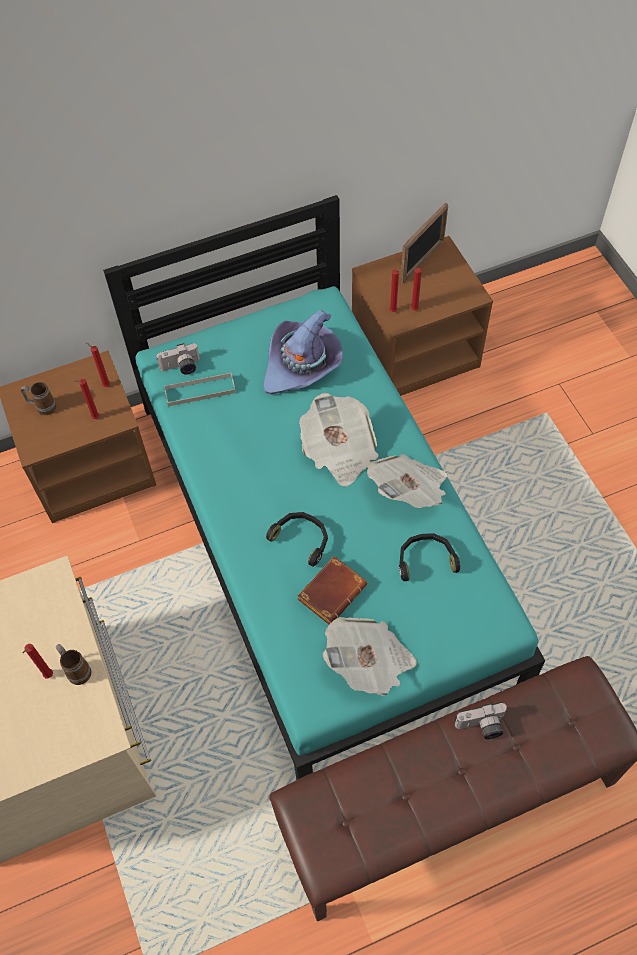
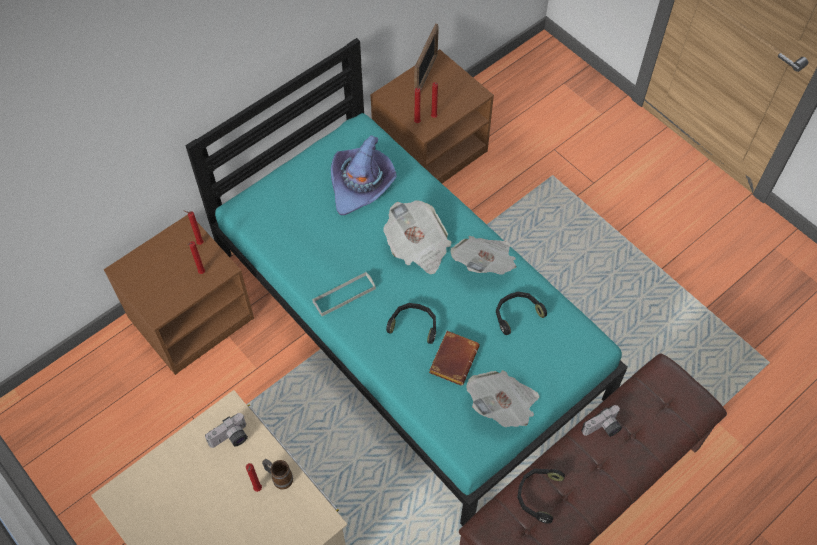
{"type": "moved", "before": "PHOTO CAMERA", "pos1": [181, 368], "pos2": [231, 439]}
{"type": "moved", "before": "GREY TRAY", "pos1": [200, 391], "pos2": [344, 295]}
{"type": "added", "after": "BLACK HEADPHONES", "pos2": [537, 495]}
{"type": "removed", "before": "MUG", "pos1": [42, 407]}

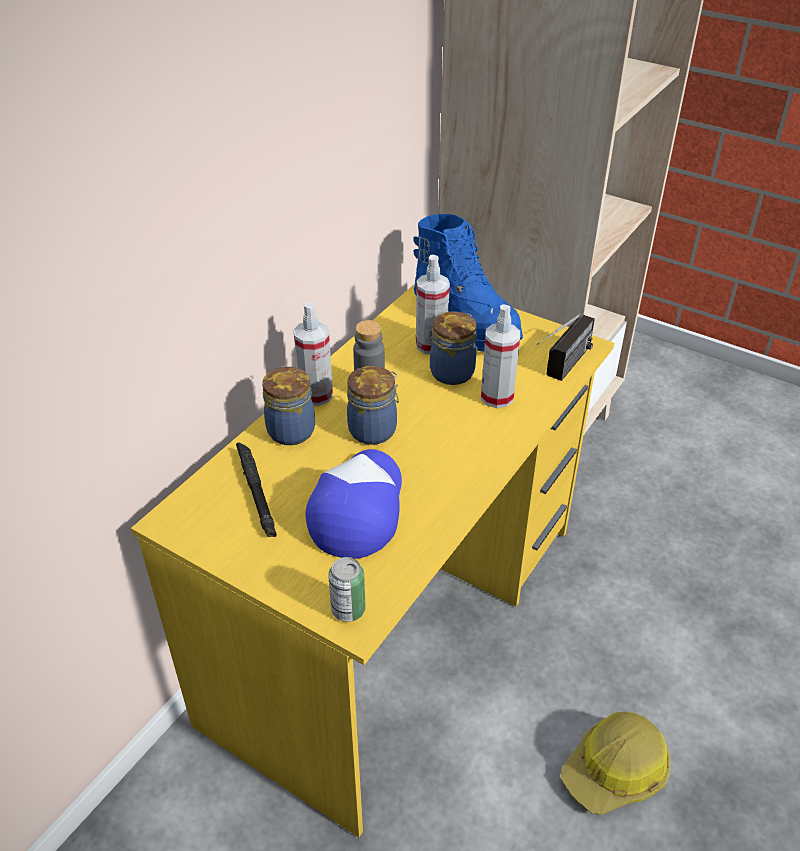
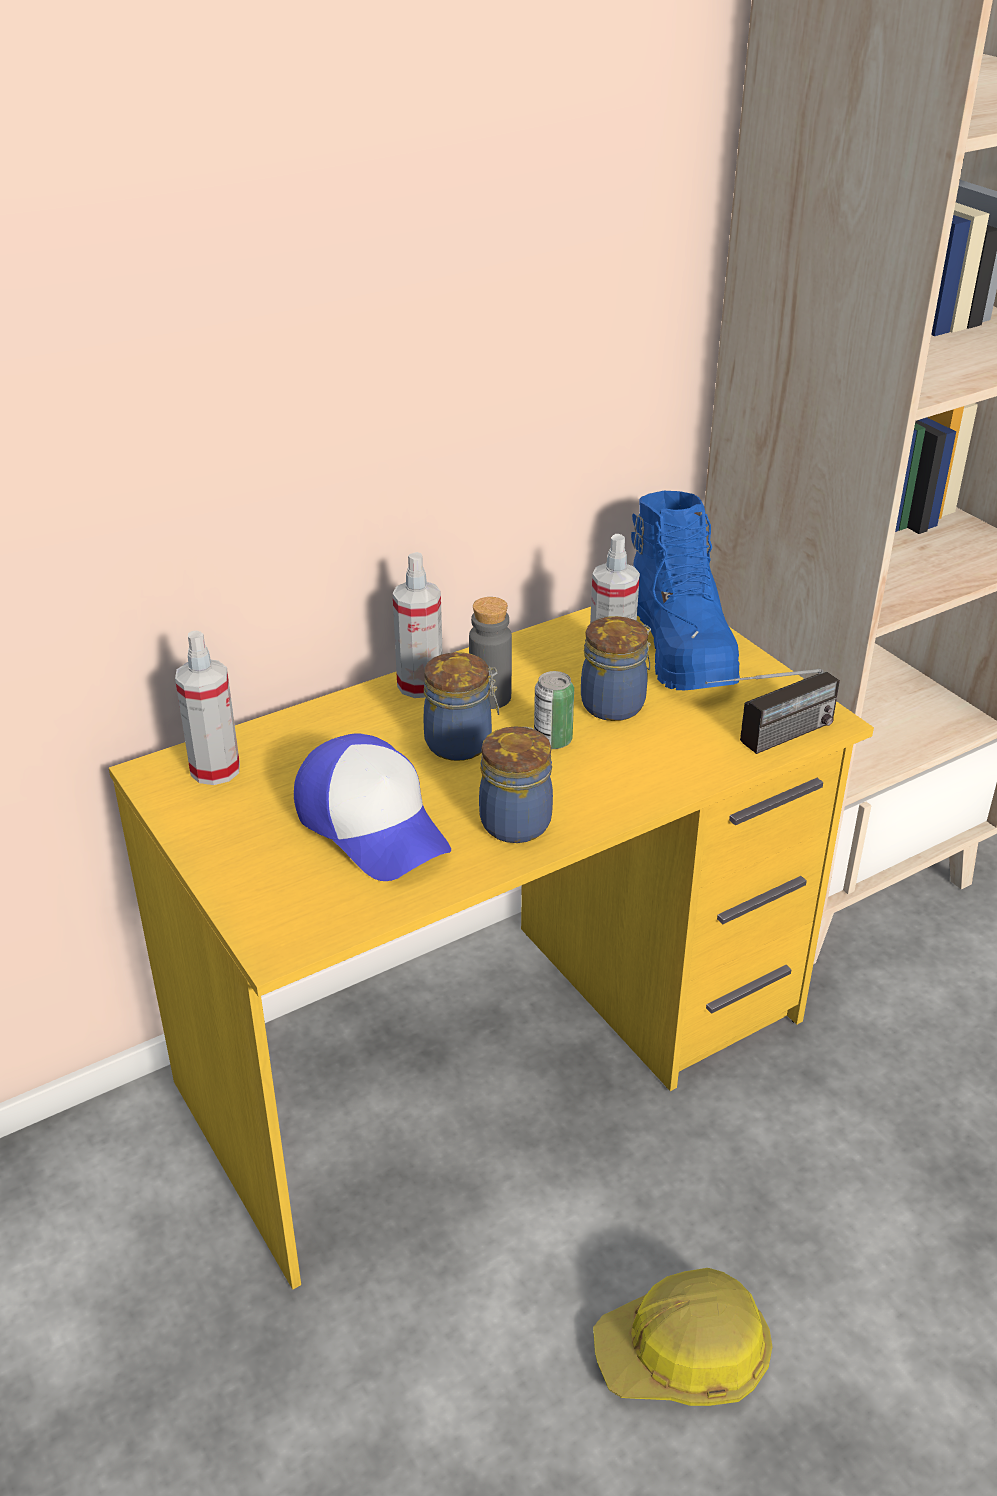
{"type": "moved", "before": "SPRAY BOTTLE", "pos1": [497, 397], "pos2": [215, 769]}
{"type": "turned", "before": "CAP", "pos1": [358, 508], "pos2": [373, 824], "turn": 105}
{"type": "moved", "before": "JAR", "pos1": [291, 429], "pos2": [516, 821]}
{"type": "moved", "before": "CAN", "pos1": [348, 610], "pos2": [553, 740]}
{"type": "removed", "before": "BLACK FLASHLIGHT", "pos1": [256, 492]}

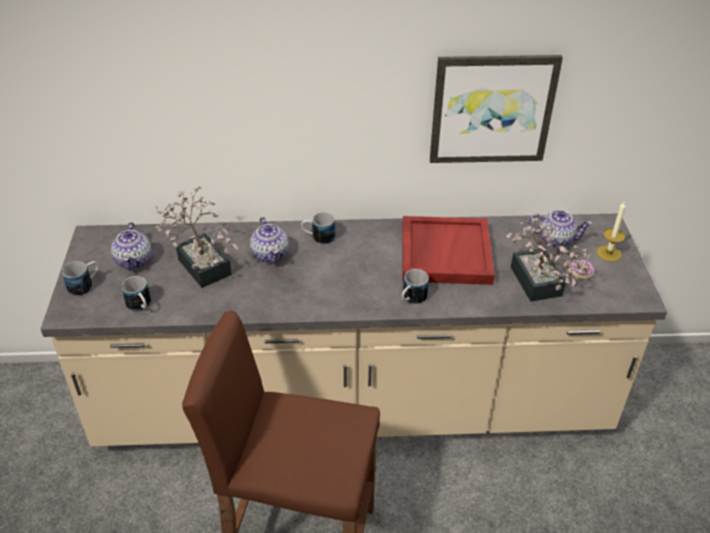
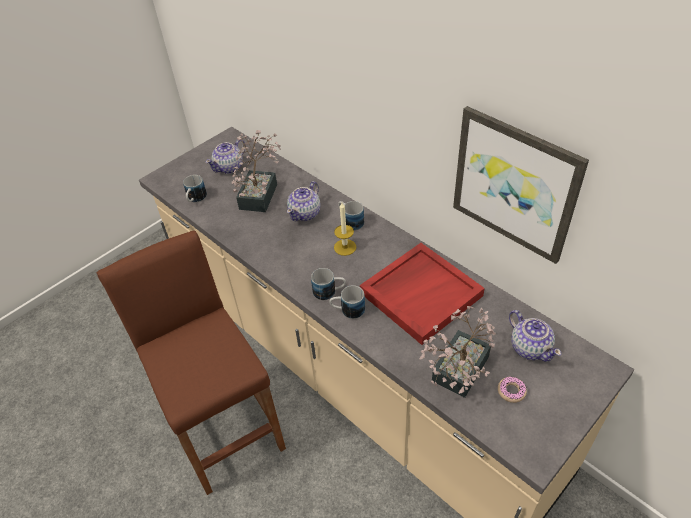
{"type": "moved", "before": "MUG", "pos1": [85, 285], "pos2": [329, 292]}
{"type": "moved", "before": "CANDLE", "pos1": [609, 253], "pos2": [345, 247]}

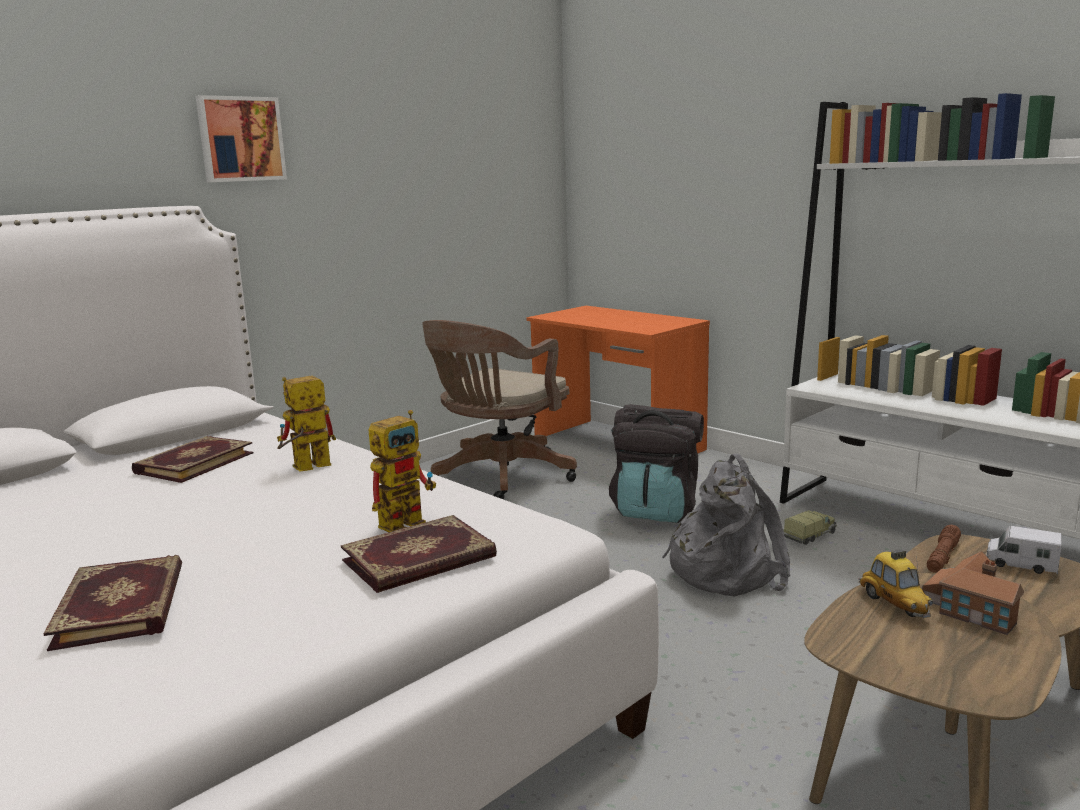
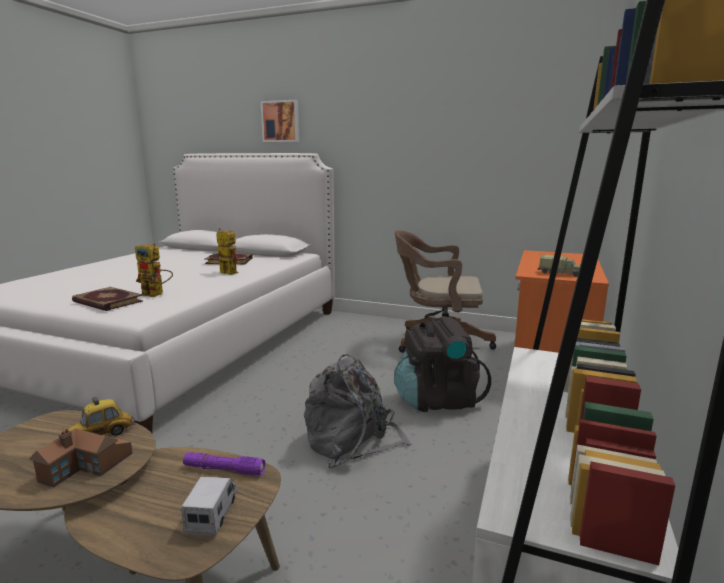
{"type": "recoloured", "before": "BROWN FLASHLIGHT", "after": "PURPLE FLASHLIGHT", "pos1": [942, 557], "pos2": [224, 470]}
{"type": "moved", "before": "PICTURE", "pos1": [240, 139], "pos2": [281, 121]}
{"type": "moved", "before": "TOY TRUCK", "pos1": [810, 536], "pos2": [560, 273]}
{"type": "removed", "before": "BOOK", "pos1": [123, 606]}

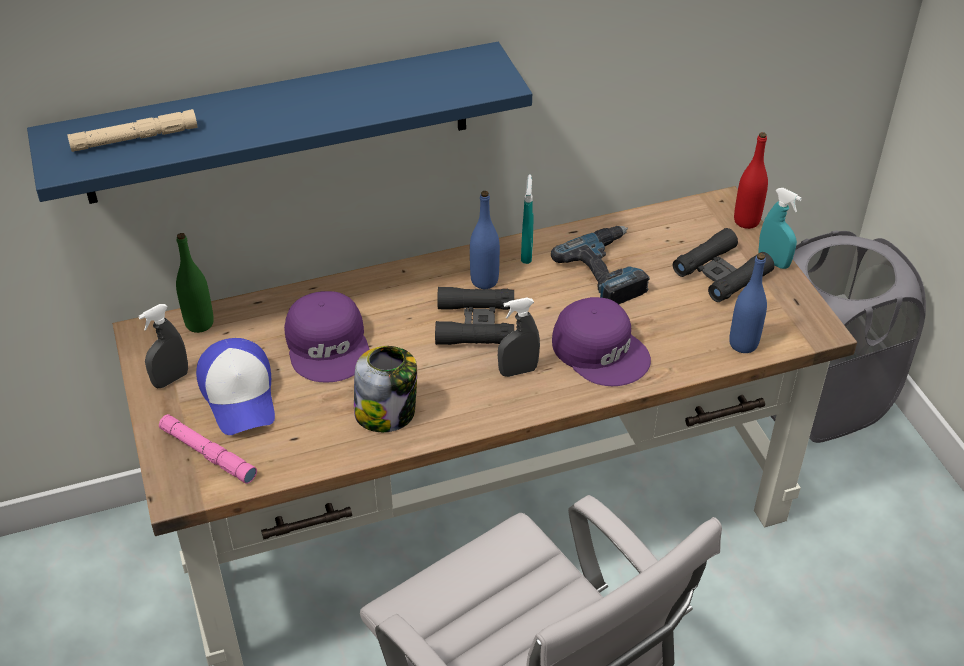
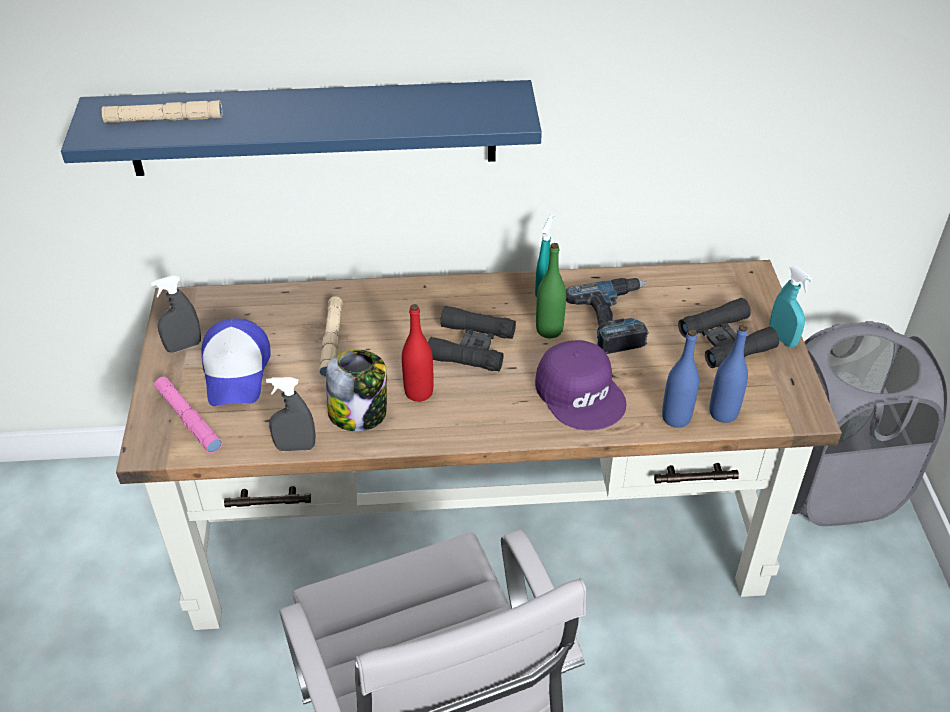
{"type": "moved", "before": "GREY SPRAY BOTTLE", "pos1": [518, 371], "pos2": [295, 447]}
{"type": "replaced", "before": "PURPLE CAP", "after": "BEIGE FLASHLIGHT", "pos1": [329, 345], "pos2": [332, 341]}
{"type": "moved", "before": "RED BOTTLE", "pos1": [746, 221], "pos2": [419, 392]}
{"type": "moved", "before": "GREEN BOTTLE", "pos1": [199, 323], "pos2": [549, 330]}
{"type": "moved", "before": "BLUE BOTTLE", "pos1": [484, 281], "pos2": [676, 418]}

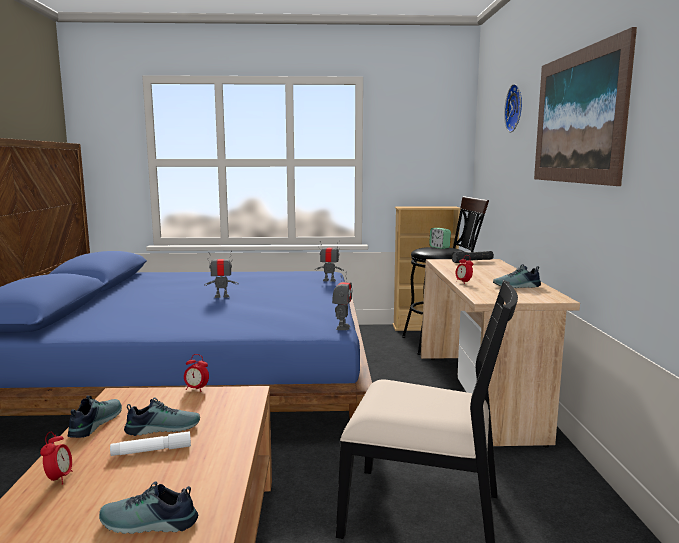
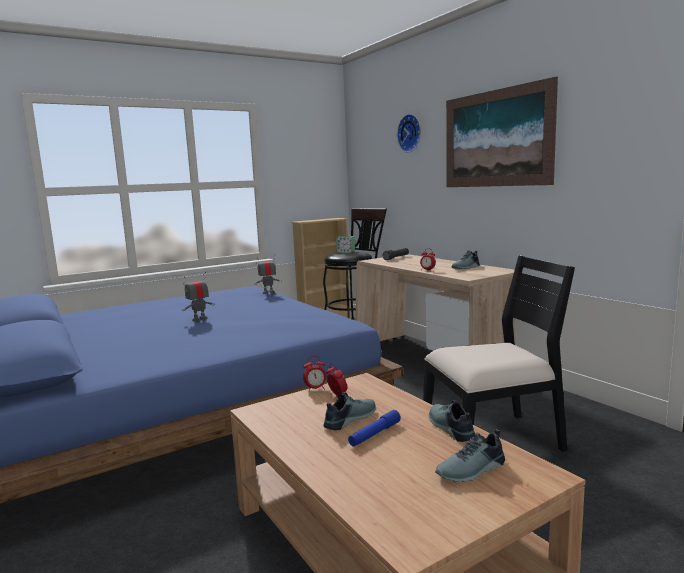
{"type": "moved", "before": "ALARM CLOCK", "pos1": [59, 478], "pos2": [337, 396]}
{"type": "recoloured", "before": "WHITE FLASHLIGHT", "after": "BLUE FLASHLIGHT", "pos1": [151, 451], "pos2": [374, 434]}
{"type": "moved", "before": "SHOE", "pos1": [94, 423], "pos2": [449, 428]}
{"type": "removed", "before": "TOY ROBOT", "pos1": [342, 327]}

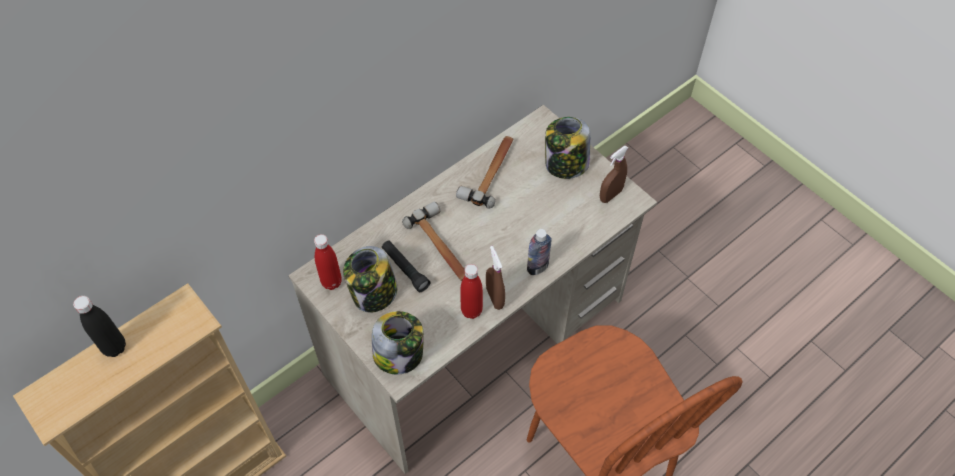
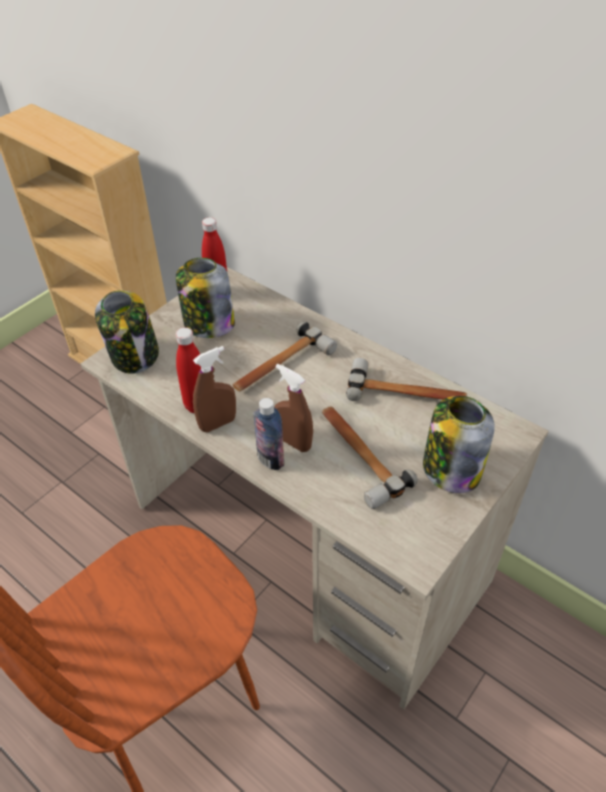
{"type": "moved", "before": "BROWN SPRAY BOTTLE", "pos1": [610, 195], "pos2": [293, 442]}
{"type": "added", "after": "HAMMER", "pos2": [358, 455]}
{"type": "removed", "before": "BLACK BOTTLE", "pos1": [114, 347]}
{"type": "removed", "before": "BLACK FLASHLIGHT", "pos1": [405, 269]}

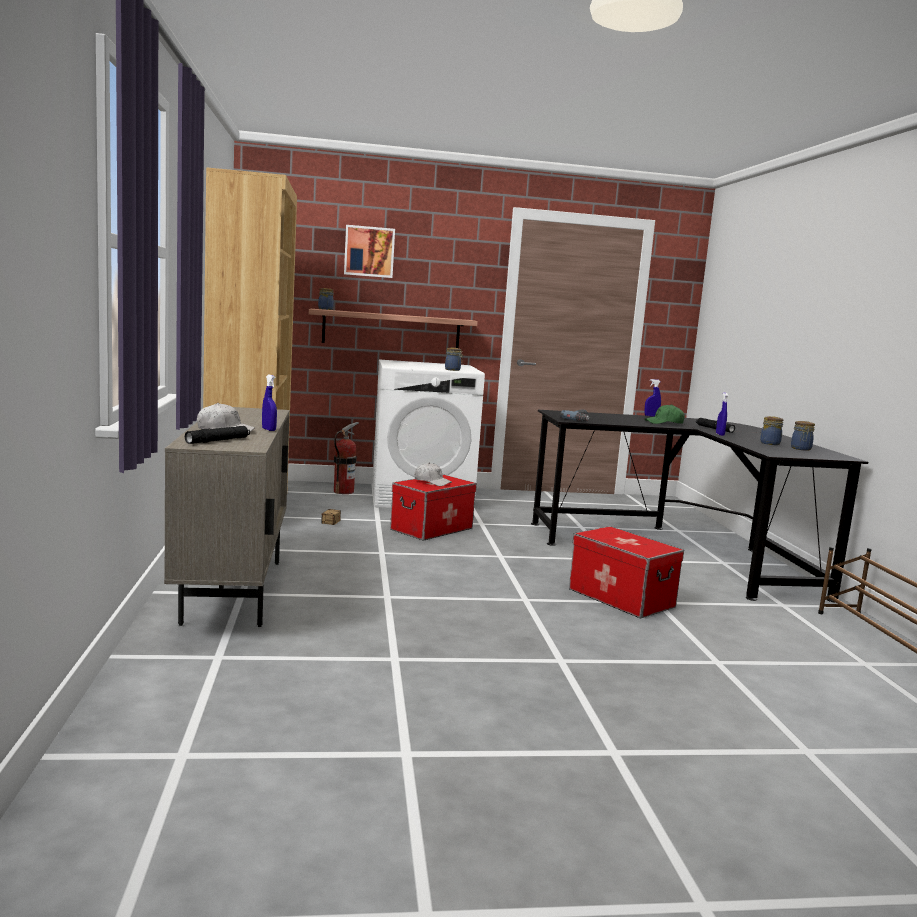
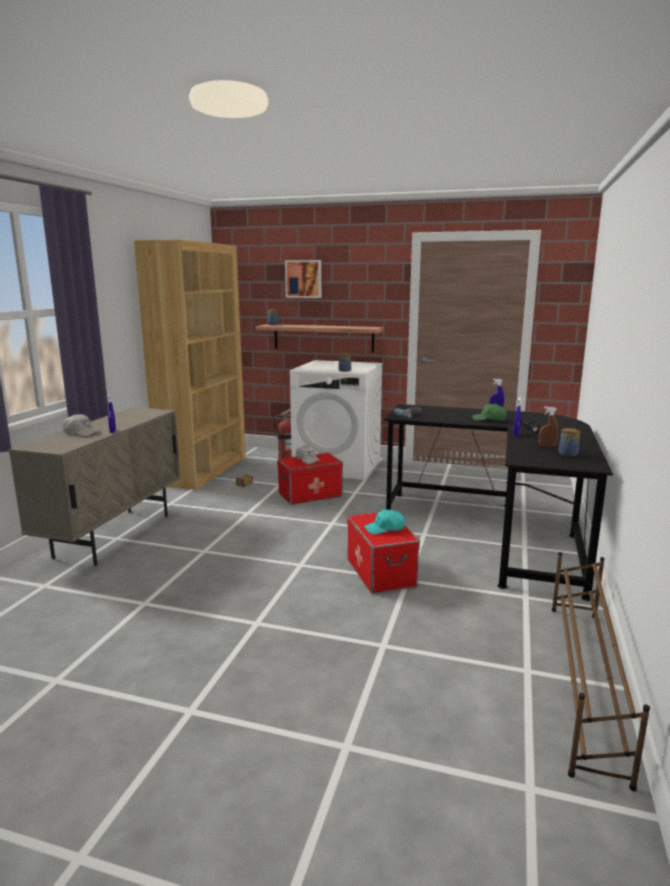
{"type": "added", "after": "TURQUOISE CAP", "pos2": [384, 528]}
{"type": "replaced", "before": "JAR", "after": "BROWN SPRAY BOTTLE", "pos1": [769, 443], "pos2": [547, 446]}
{"type": "removed", "before": "BLACK FLASHLIGHT", "pos1": [218, 441]}

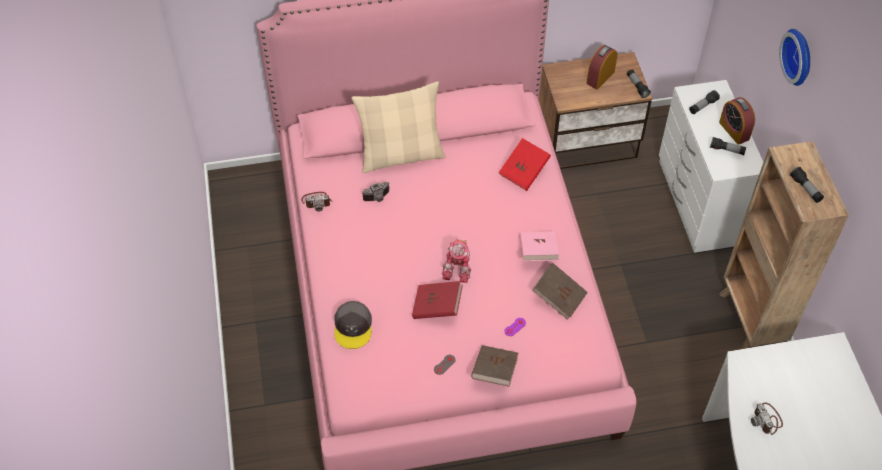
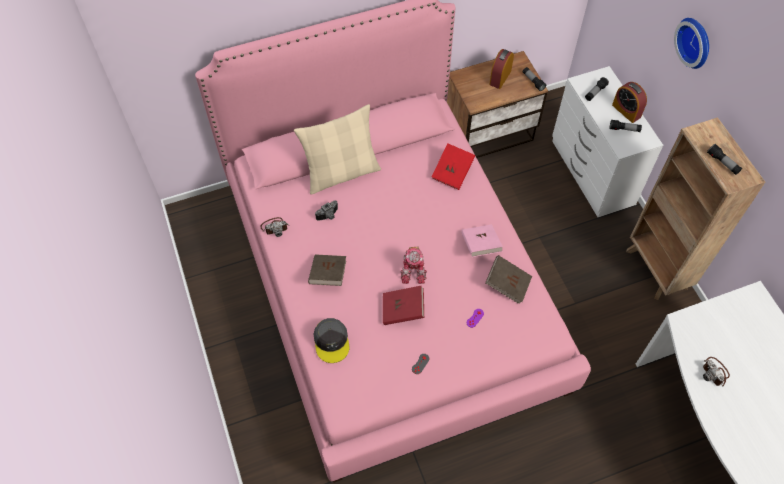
{"type": "moved", "before": "BROWN BOOK", "pos1": [494, 372], "pos2": [328, 275]}

